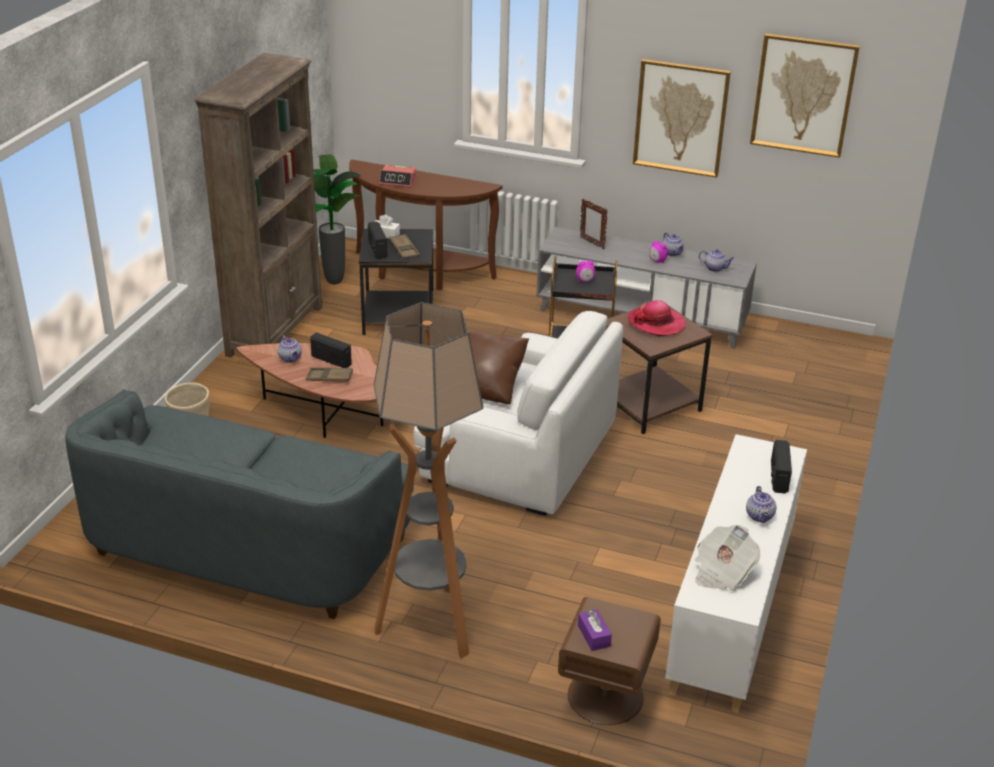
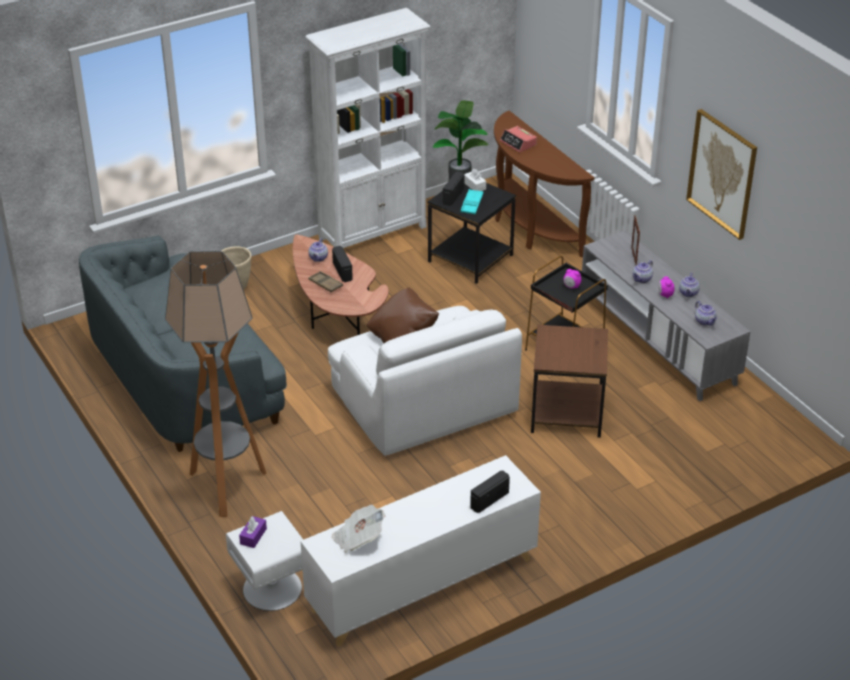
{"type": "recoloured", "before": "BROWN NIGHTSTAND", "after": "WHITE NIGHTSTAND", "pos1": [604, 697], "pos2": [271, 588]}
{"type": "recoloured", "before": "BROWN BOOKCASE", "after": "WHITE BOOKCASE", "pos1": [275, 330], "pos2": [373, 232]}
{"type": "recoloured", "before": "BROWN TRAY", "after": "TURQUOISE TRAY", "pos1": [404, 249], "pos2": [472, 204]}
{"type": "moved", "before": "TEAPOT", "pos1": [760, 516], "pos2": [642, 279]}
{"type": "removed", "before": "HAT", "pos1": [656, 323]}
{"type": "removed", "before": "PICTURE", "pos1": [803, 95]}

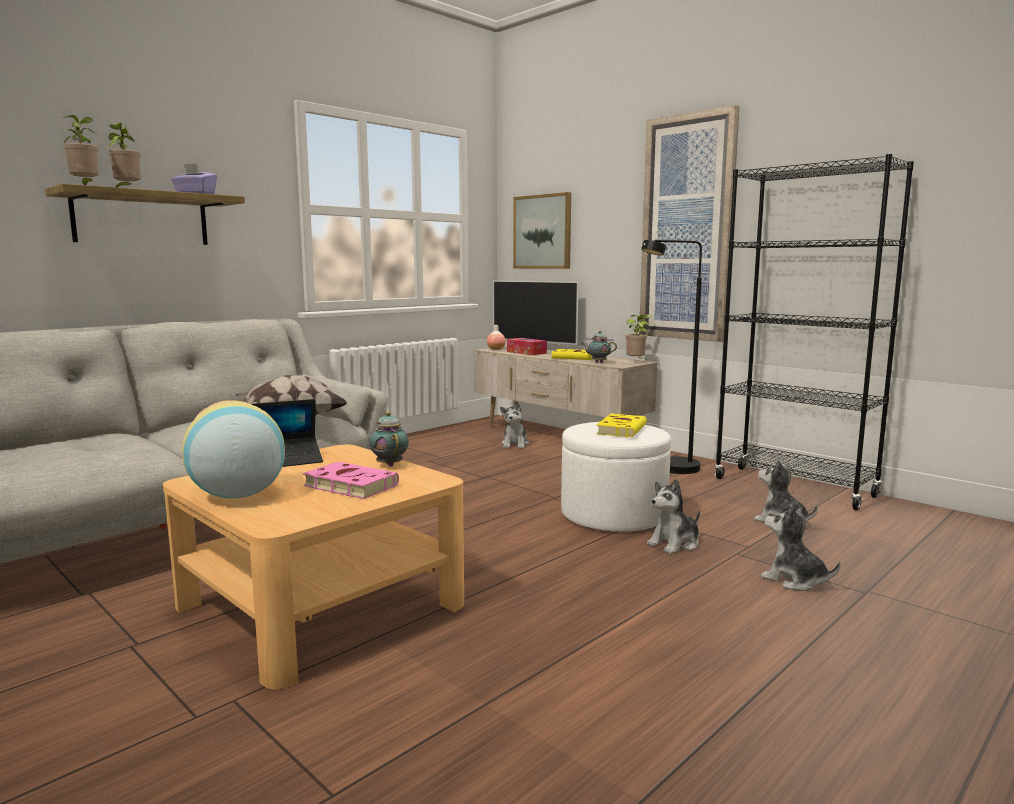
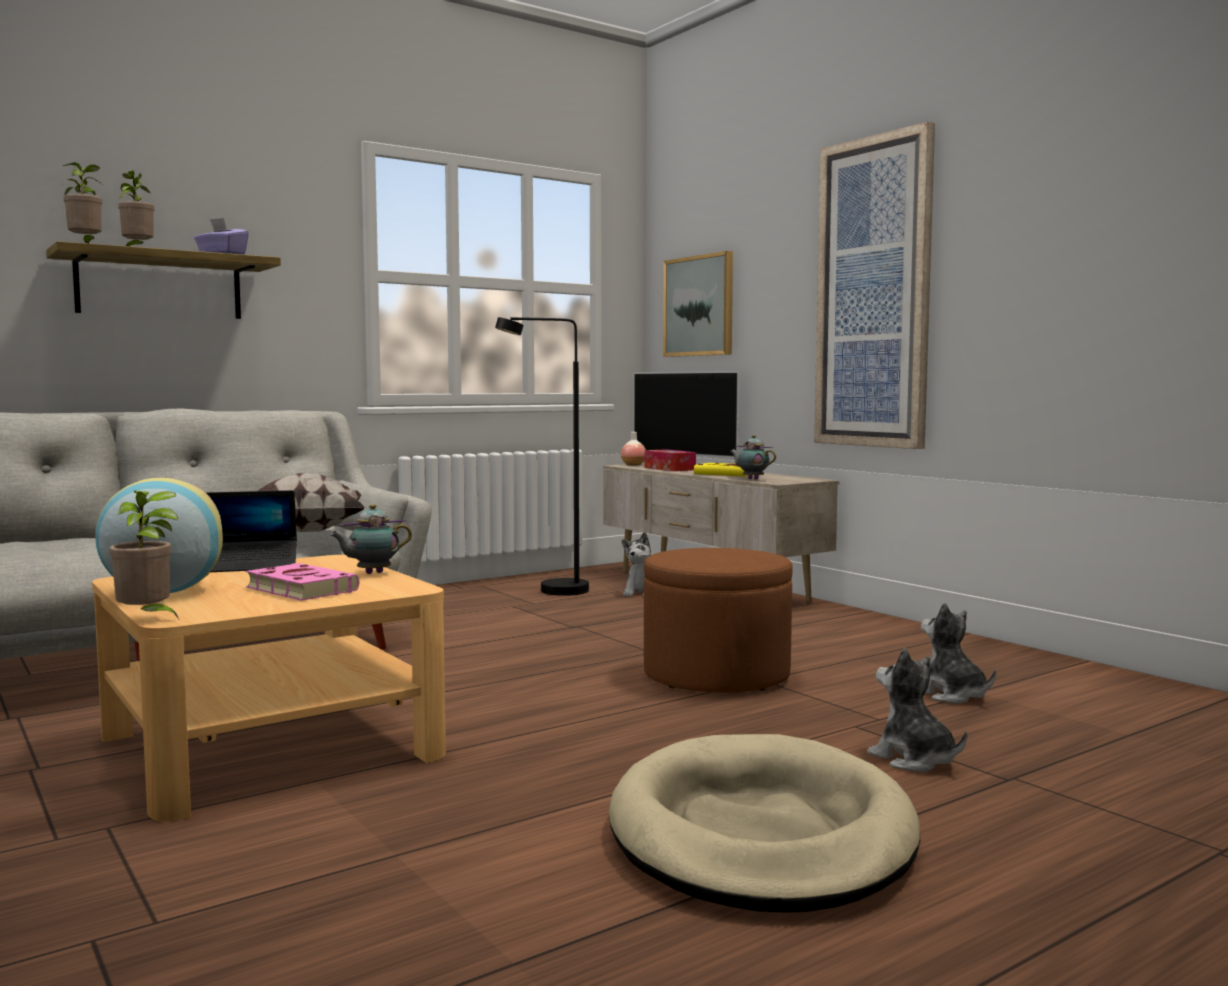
{"type": "moved", "before": "POTTED PLANT", "pos1": [636, 362], "pos2": [147, 619]}
{"type": "turned", "before": "TEAPOT", "pos1": [389, 464], "pos2": [371, 573], "turn": -105}
{"type": "moved", "before": "BLACK FLOOR LAMP", "pos1": [670, 470], "pos2": [551, 591]}
{"type": "added", "after": "BEIGE DOG BED", "pos2": [760, 834]}
{"type": "recoloured", "before": "WHITE OTTOMAN", "after": "BROWN OTTOMAN", "pos1": [613, 515], "pos2": [716, 675]}
{"type": "removed", "before": "YELLOW BOOK", "pos1": [621, 429]}
{"type": "removed", "before": "PLUSH TOY", "pos1": [675, 544]}
{"type": "removed", "before": "BLACK BOOKCASE", "pos1": [794, 487]}

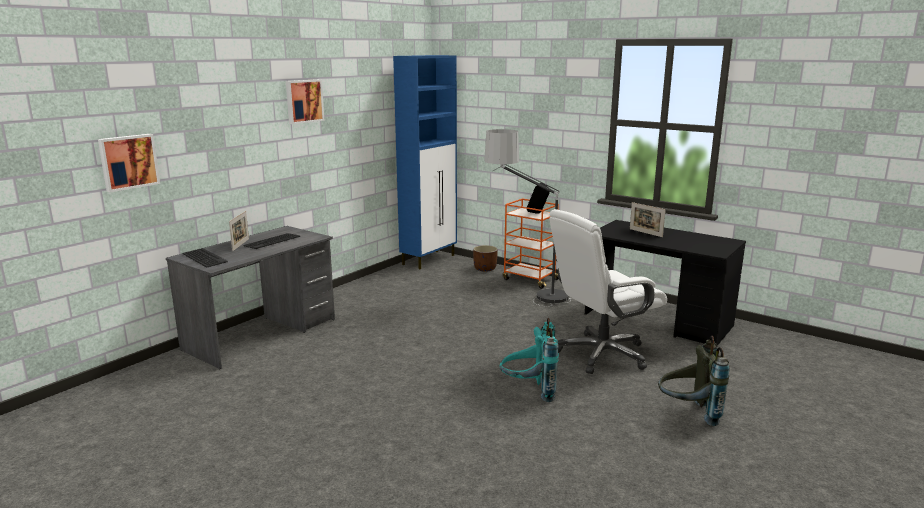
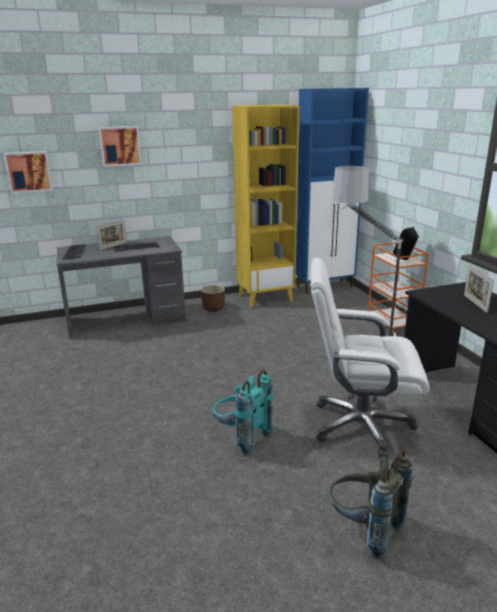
{"type": "moved", "before": "PICTURE", "pos1": [303, 101], "pos2": [120, 146]}
{"type": "moved", "before": "BROWN PLANTER", "pos1": [484, 269], "pos2": [213, 308]}
{"type": "added", "after": "YELLOW BOOKCASE", "pos2": [265, 297]}

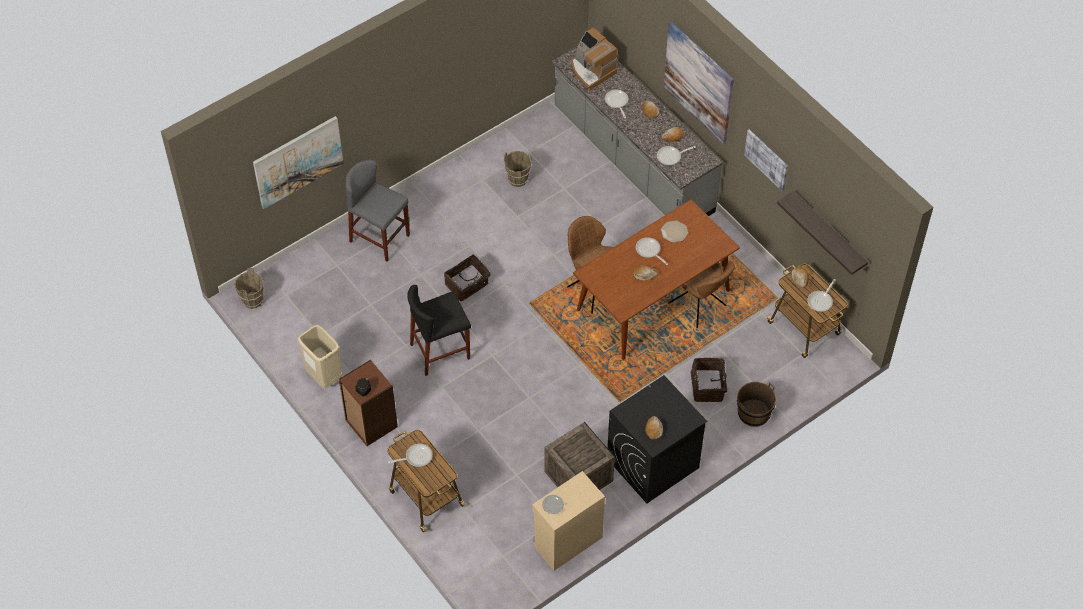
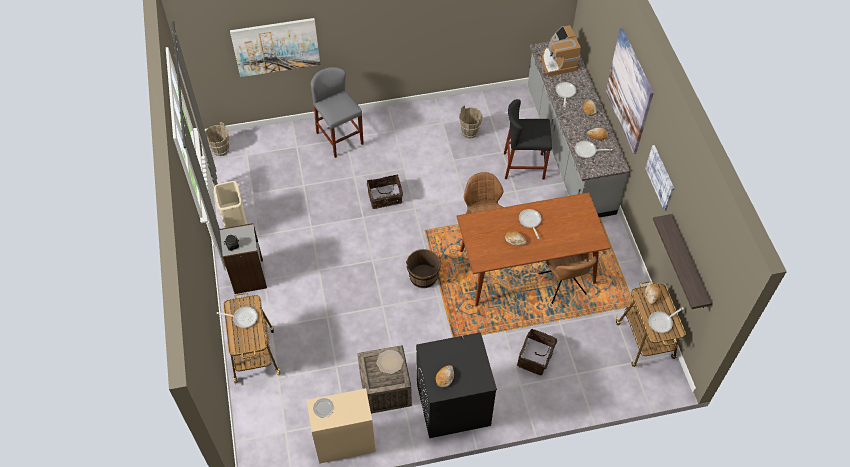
{"type": "recoloured", "before": "BROWN BOOKCASE", "after": "GREY BOOKCASE", "pos1": [371, 423], "pos2": [248, 277]}
{"type": "moved", "before": "PLATE", "pos1": [674, 232], "pos2": [390, 362]}
{"type": "moved", "before": "BROWN BUCKET", "pos1": [754, 413], "pos2": [423, 276]}
{"type": "moved", "before": "BLACK STOOL", "pos1": [440, 351], "pos2": [524, 166]}

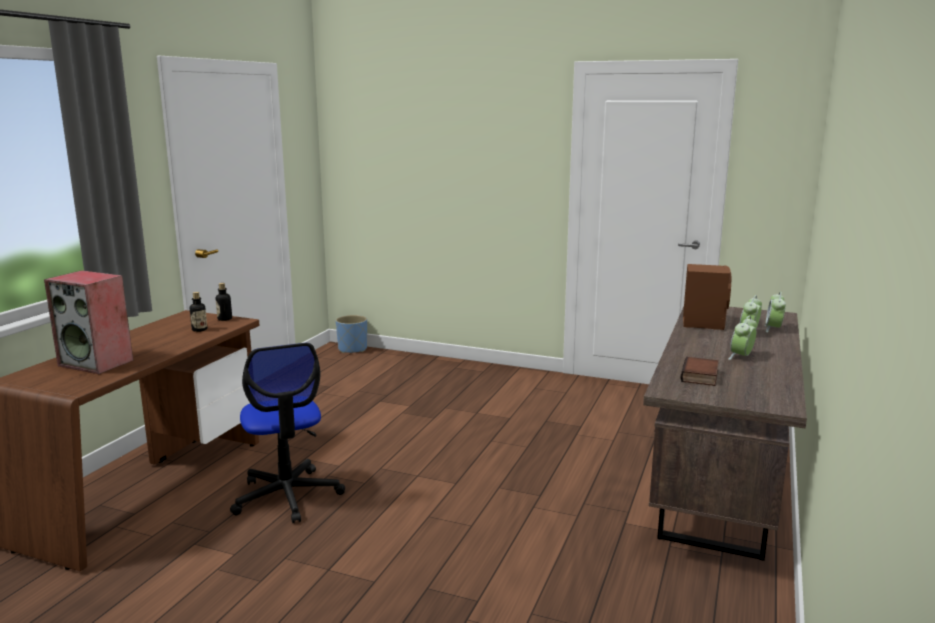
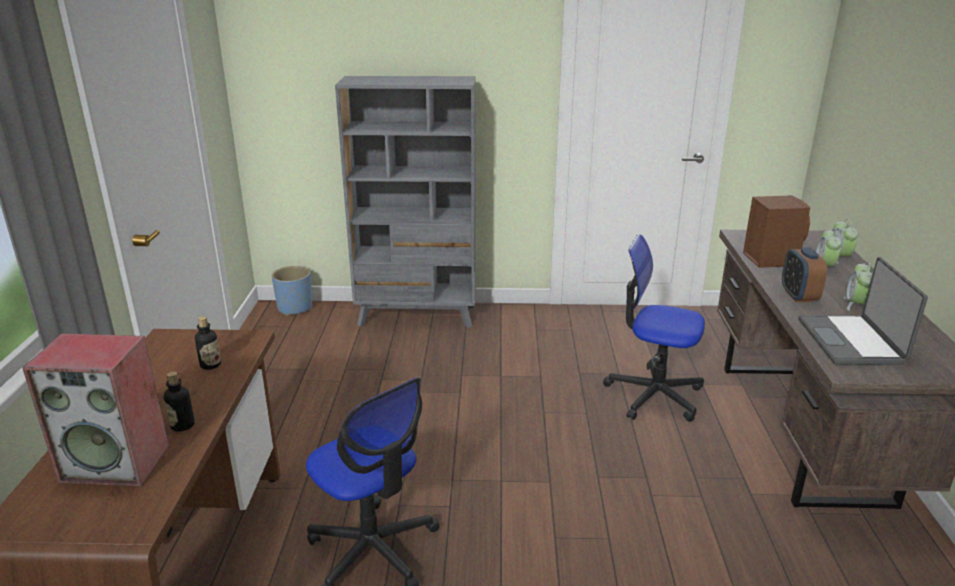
{"type": "moved", "before": "BOTTLE", "pos1": [225, 319], "pos2": [182, 425]}
{"type": "added", "after": "GREY BOOKCASE", "pos2": [417, 316]}
{"type": "added", "after": "OFFICE CHAIR", "pos2": [654, 395]}
{"type": "added", "after": "ALARM CLOCK", "pos2": [798, 296]}
{"type": "replaced", "before": "BOOK", "after": "LAPTOP", "pos1": [701, 376], "pos2": [852, 341]}

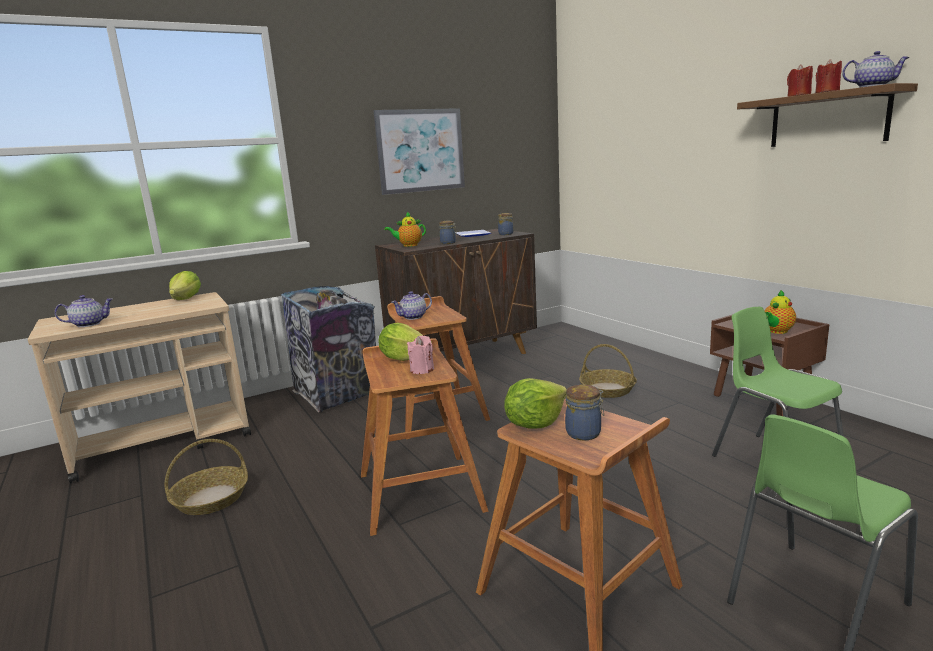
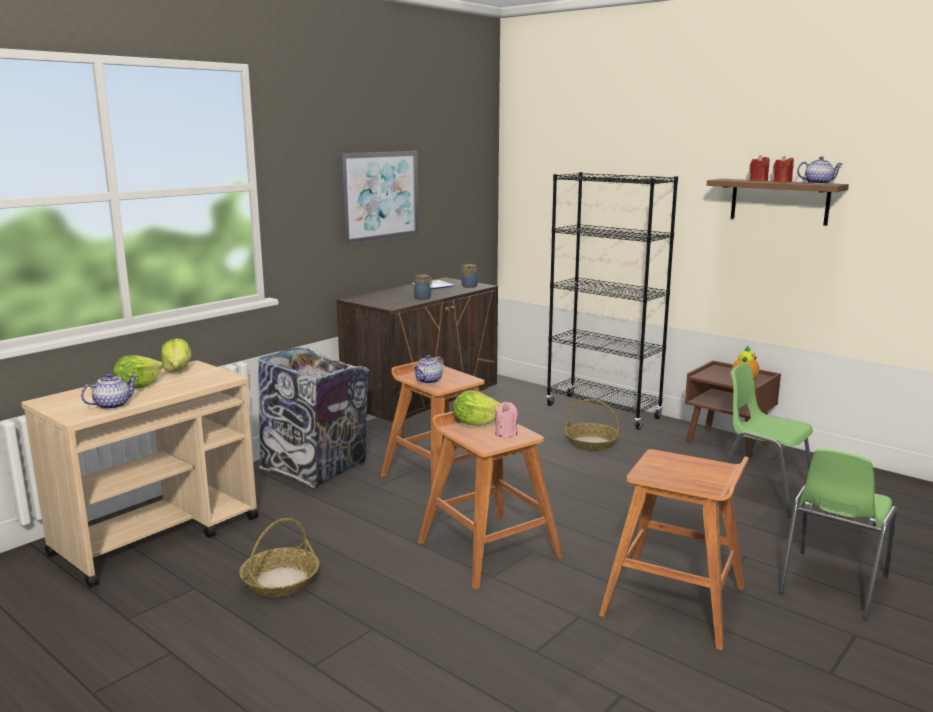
{"type": "moved", "before": "LETTUCE", "pos1": [535, 423], "pos2": [138, 386]}
{"type": "added", "after": "BLACK BOOKCASE", "pos2": [603, 412]}
{"type": "removed", "before": "TEAPOT", "pos1": [408, 245]}
{"type": "removed", "before": "JAR", "pos1": [585, 433]}

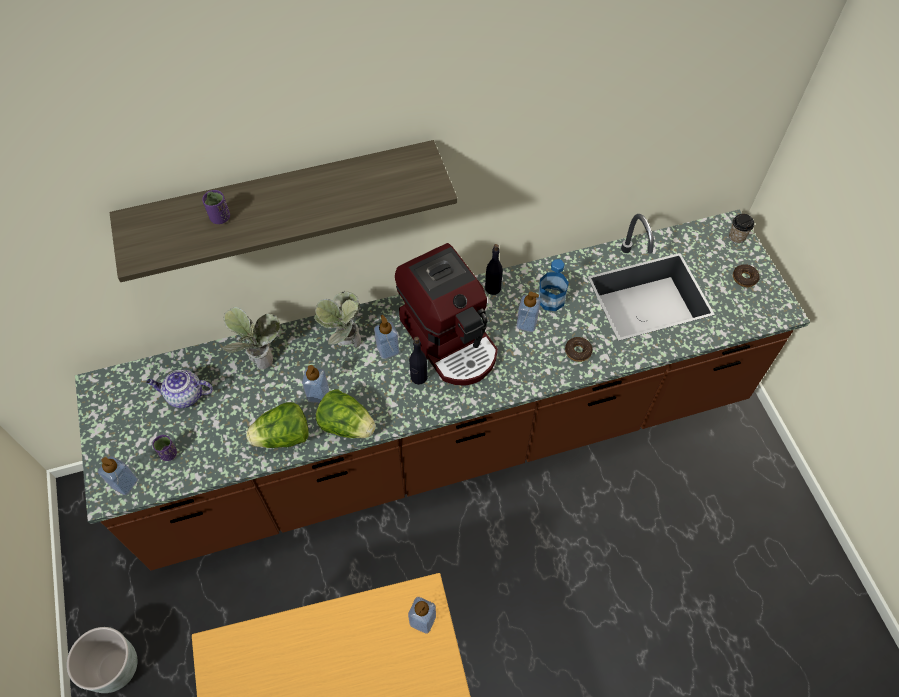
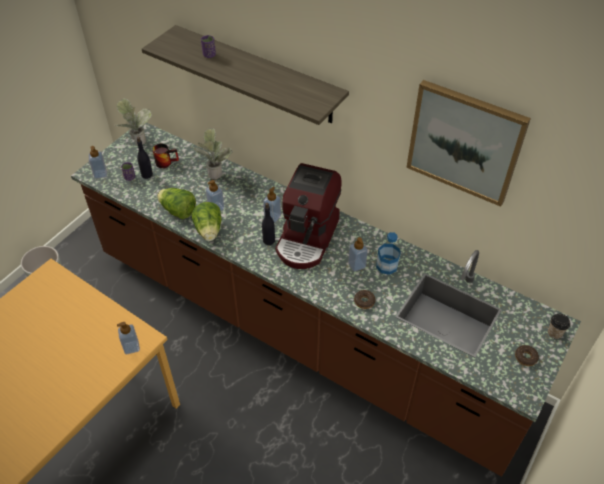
{"type": "moved", "before": "POTTED PLANT", "pos1": [344, 341], "pos2": [137, 139]}
{"type": "moved", "before": "BLACK BOTTLE", "pos1": [493, 288], "pos2": [147, 175]}
{"type": "replaced", "before": "TEAPOT", "after": "MUG", "pos1": [184, 396], "pos2": [166, 161]}
{"type": "added", "after": "PICTURE", "pos2": [465, 142]}

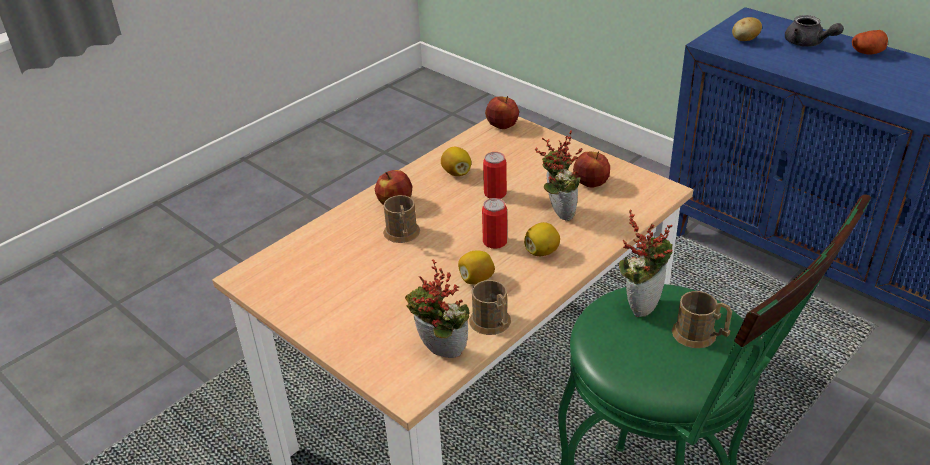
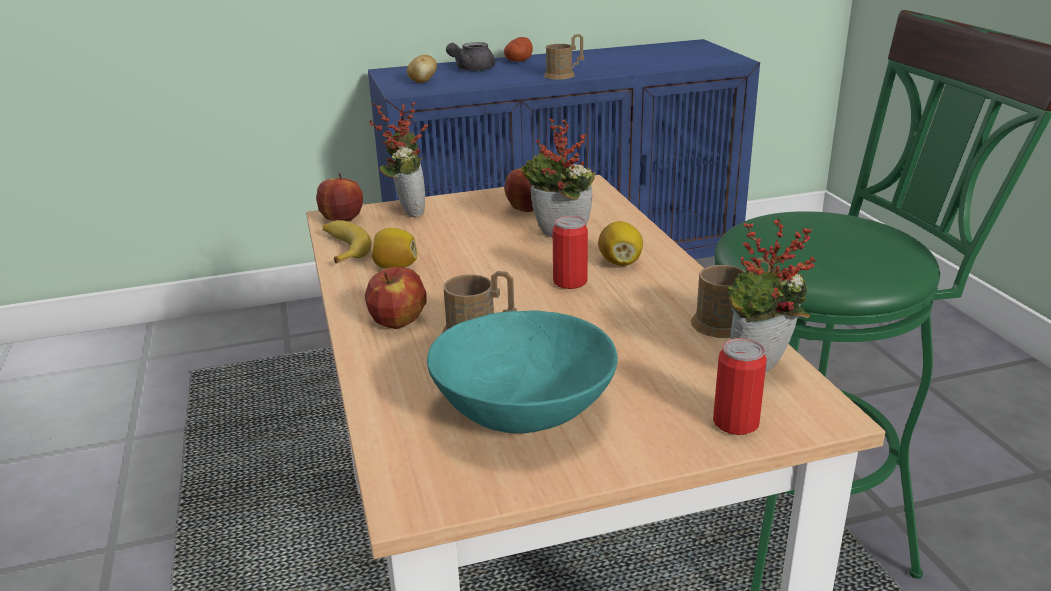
{"type": "added", "after": "BANANA", "pos2": [342, 248]}
{"type": "moved", "before": "POTTED PLANT", "pos1": [641, 303], "pos2": [407, 211]}
{"type": "added", "after": "TURQUOISE BOWL", "pos2": [524, 410]}
{"type": "turned", "before": "GREY TEAPOT", "pos1": [807, 43], "pos2": [470, 69], "turn": 135}
{"type": "moved", "before": "BROWN MUG", "pos1": [700, 336], "pos2": [564, 75]}
{"type": "moved", "before": "CAN", "pos1": [495, 193], "pos2": [736, 423]}
{"type": "removed", "before": "LEMON", "pos1": [476, 279]}

